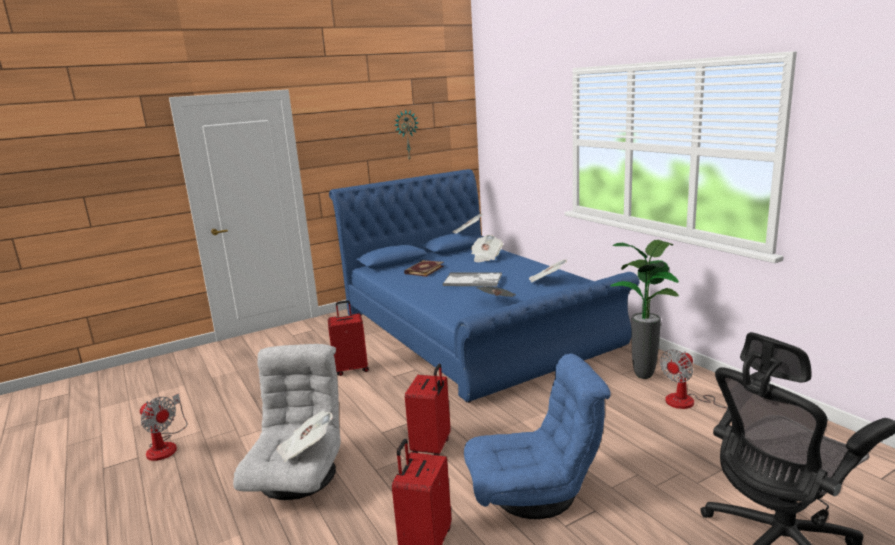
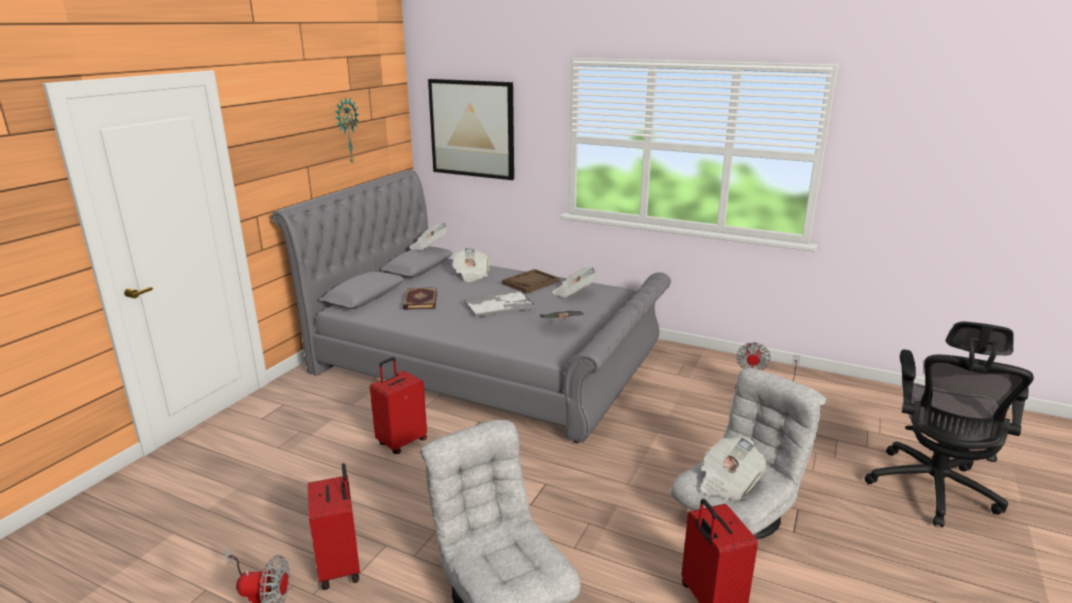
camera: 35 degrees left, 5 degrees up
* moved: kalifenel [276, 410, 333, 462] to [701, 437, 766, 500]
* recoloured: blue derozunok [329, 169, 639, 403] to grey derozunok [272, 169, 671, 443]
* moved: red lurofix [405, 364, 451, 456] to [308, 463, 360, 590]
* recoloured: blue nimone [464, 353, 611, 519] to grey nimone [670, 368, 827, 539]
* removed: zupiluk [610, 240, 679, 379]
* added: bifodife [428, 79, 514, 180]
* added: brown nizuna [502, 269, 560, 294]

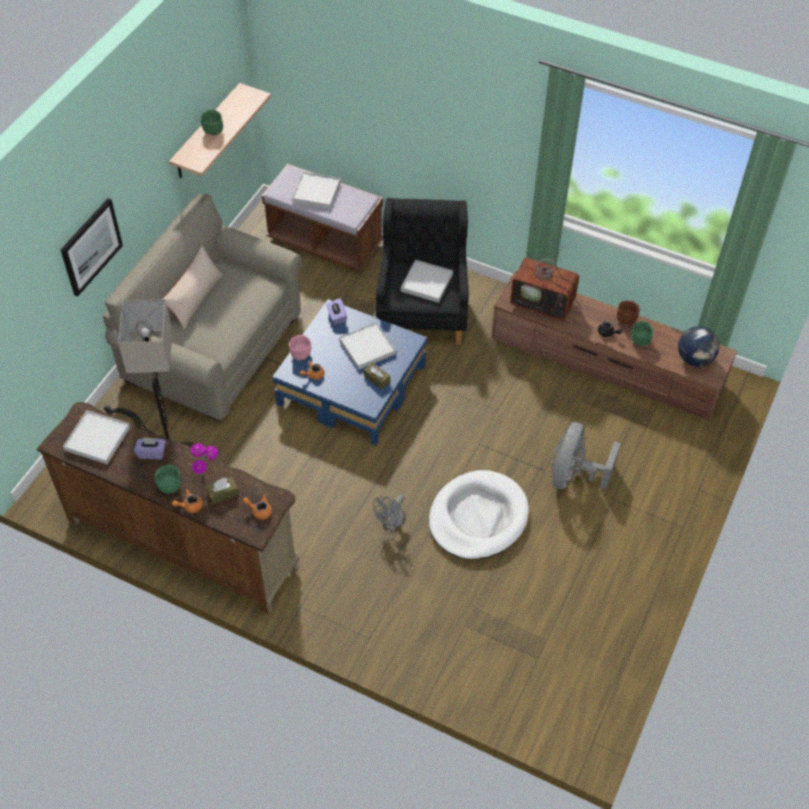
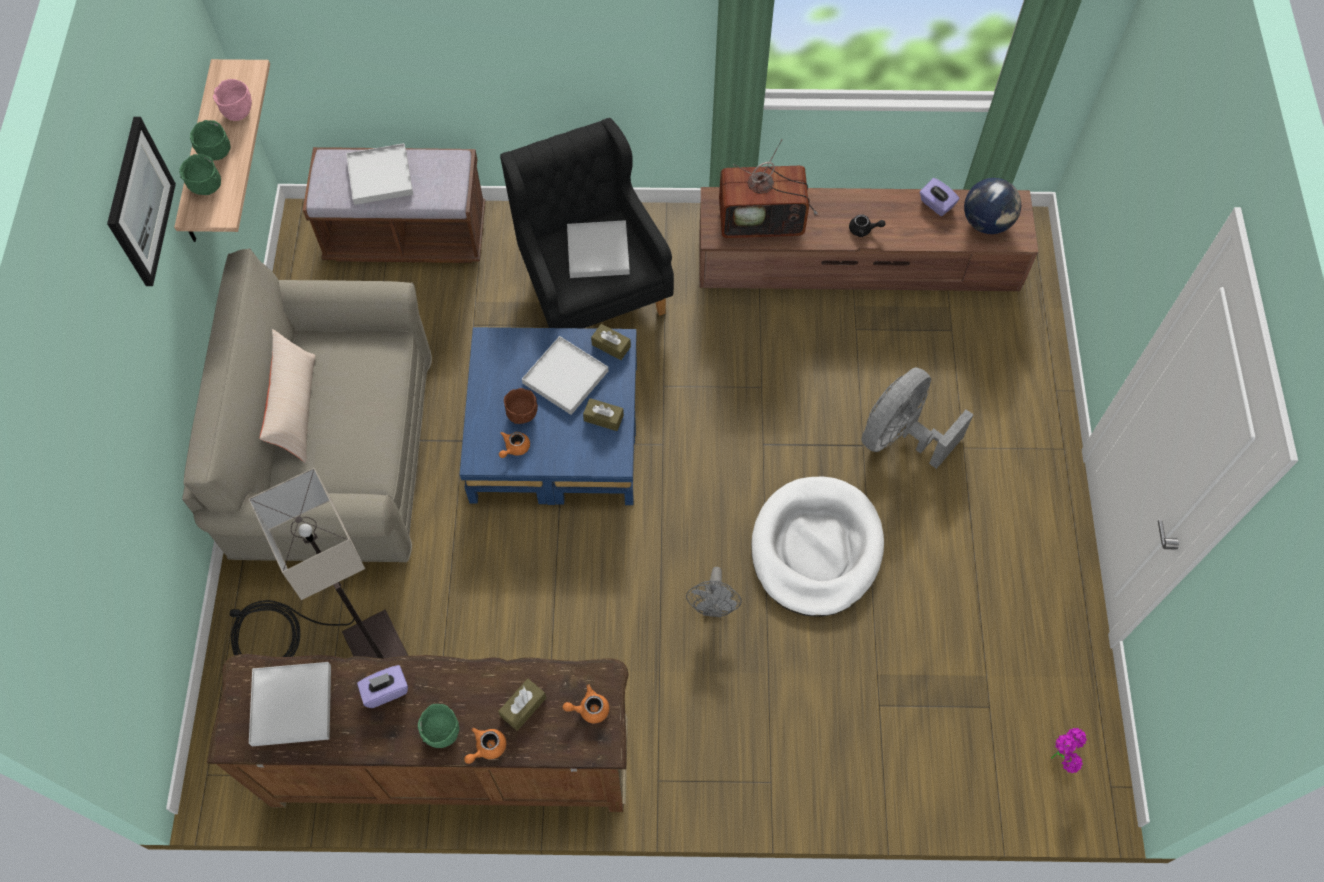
camera: 25 degrees left, 10 degrees up
* moved: bifodife [61, 198, 123, 296] to [107, 117, 176, 286]
* moved: zupiluk [191, 443, 218, 474] to [1051, 728, 1087, 773]
* moved: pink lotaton [289, 335, 311, 360] to [213, 79, 252, 121]
* moved: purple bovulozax [327, 298, 347, 325] to [919, 178, 959, 216]
* turned: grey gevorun [551, 422, 621, 489] = [861, 367, 974, 469] 45 degrees clockwise
* moved: brown lotaton [617, 300, 640, 324] to [504, 388, 538, 424]
* moved: green lotaton [631, 321, 653, 346] to [179, 154, 221, 195]
* added: brown bovulozax [591, 324, 631, 360]

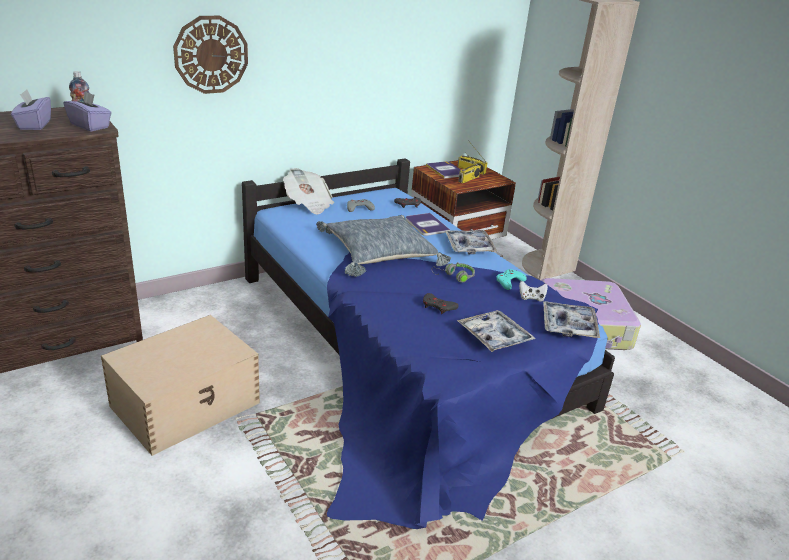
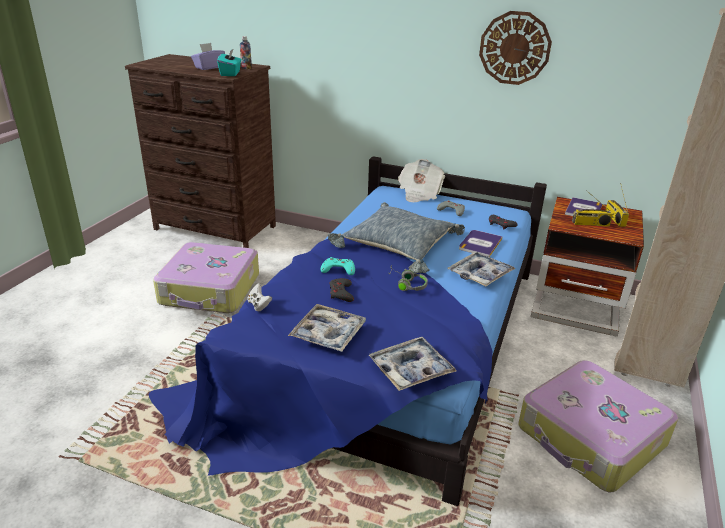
camera: 55 degrees right, 0 degrees up
* recoloured: purple bovulozax [63, 91, 112, 131] to turquoise bovulozax [217, 48, 241, 76]
* replaced: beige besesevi [101, 315, 260, 456] to lurofix [153, 242, 259, 313]
* moved: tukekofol [173, 16, 248, 94] to [479, 11, 552, 85]
* moved: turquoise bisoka [496, 269, 527, 290] to [321, 257, 355, 275]
* moved: white bisoka [519, 281, 548, 302] to [247, 283, 272, 311]

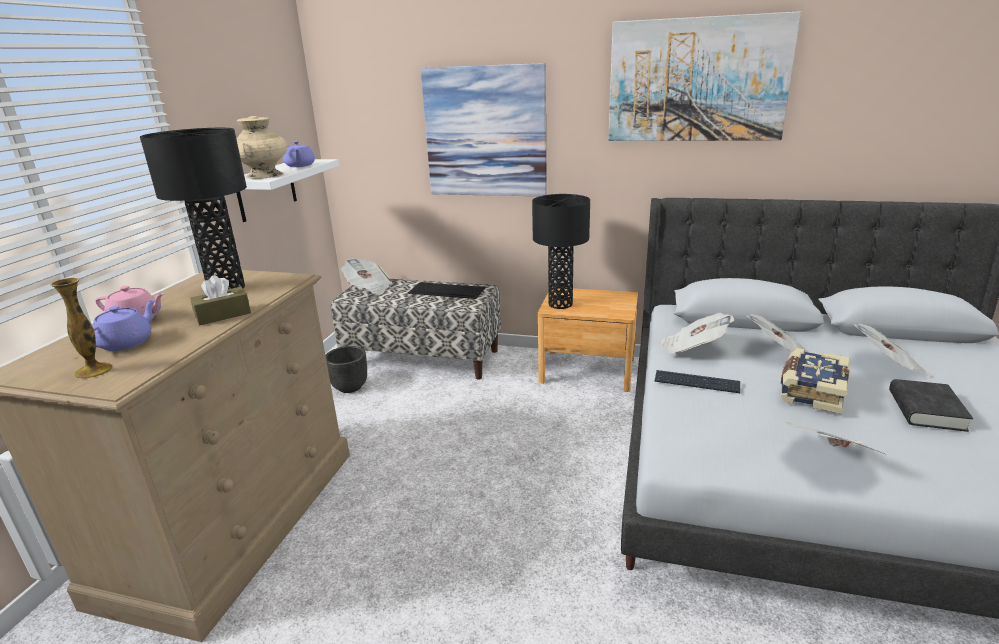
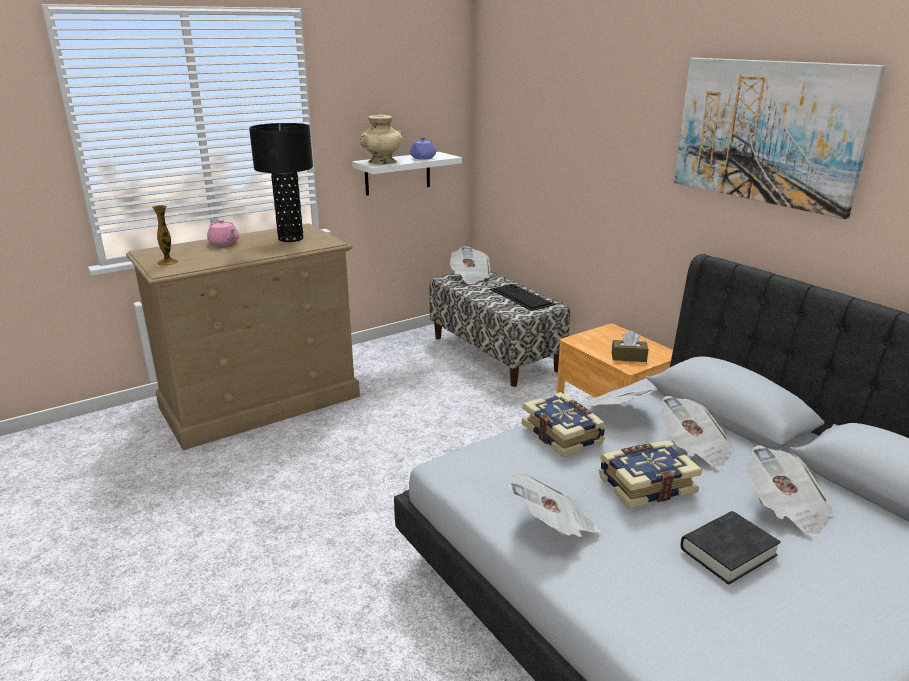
camera: 40 degrees right, 0 degrees up
* removed: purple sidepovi [92, 299, 156, 351]
* moved: brown bovulozax [190, 275, 251, 325] to [612, 331, 648, 362]
* removed: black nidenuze [325, 346, 367, 393]
* removed: bifodife [420, 63, 547, 196]
* removed: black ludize [532, 194, 590, 309]
* replaced: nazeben [654, 370, 740, 393] to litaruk [522, 392, 606, 457]

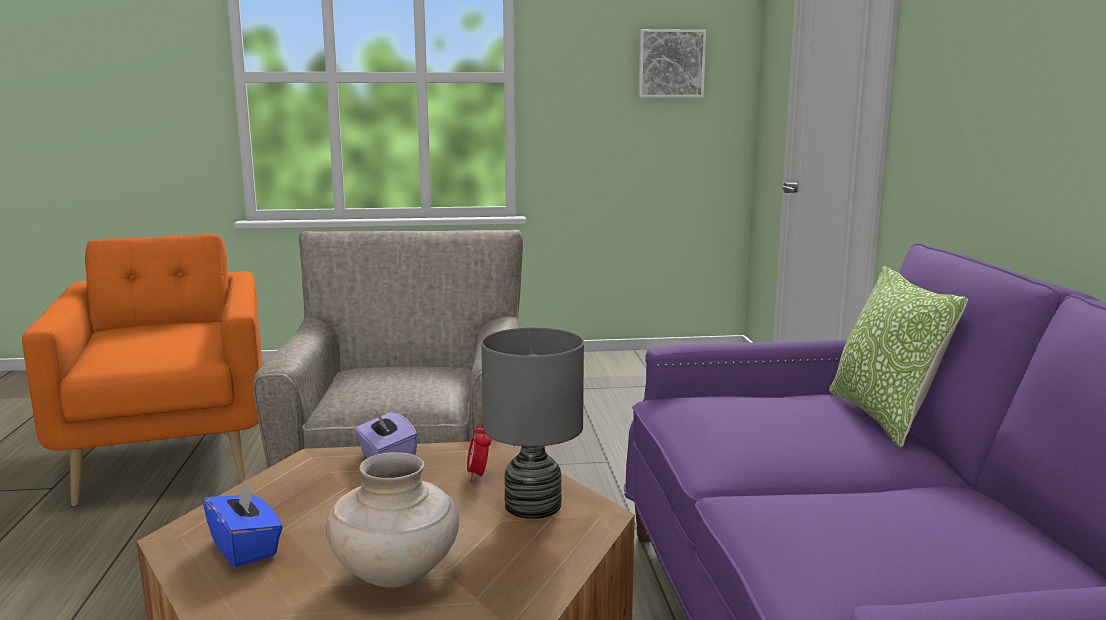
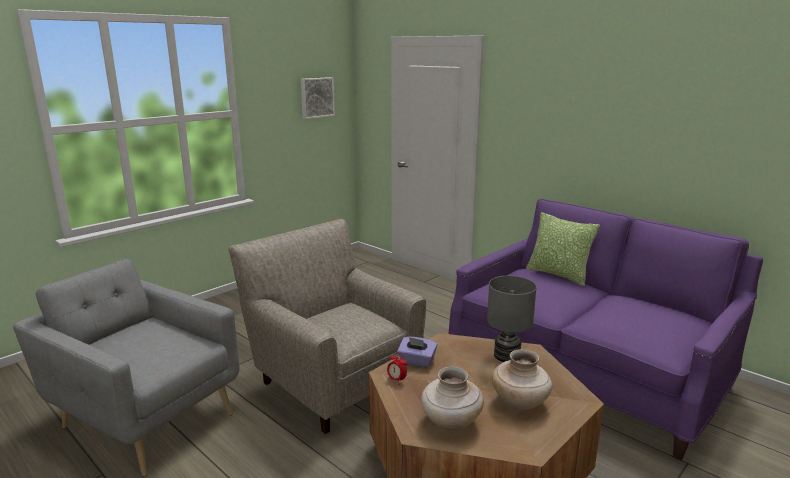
camera: 40 degrees left, 5 degrees up
* recoloured: orange nimone [22, 234, 262, 507] to grey nimone [13, 259, 239, 477]
* replaced: blue bovulozax [203, 478, 283, 567] to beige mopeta [421, 367, 484, 430]
* moved: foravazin [467, 425, 491, 481] to [387, 352, 407, 385]

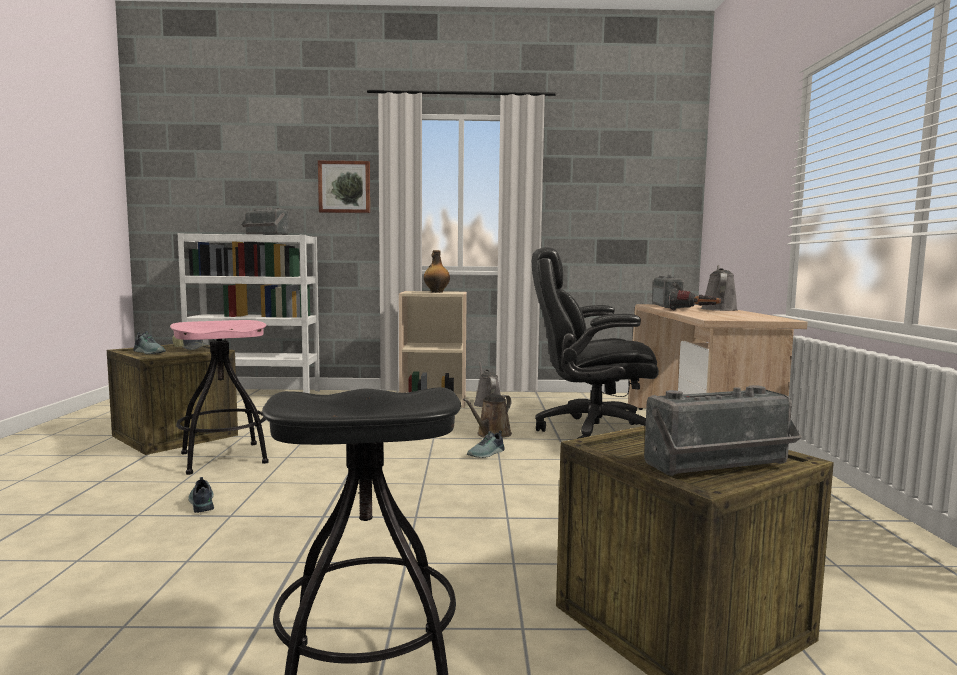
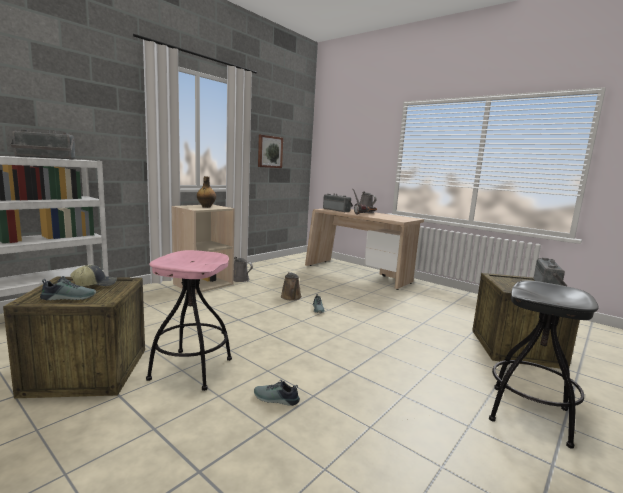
camera: 50 degrees left, 5 degrees up
* moved: bifodife [318, 160, 370, 213] to [258, 135, 283, 168]
* removed: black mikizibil [532, 247, 659, 439]

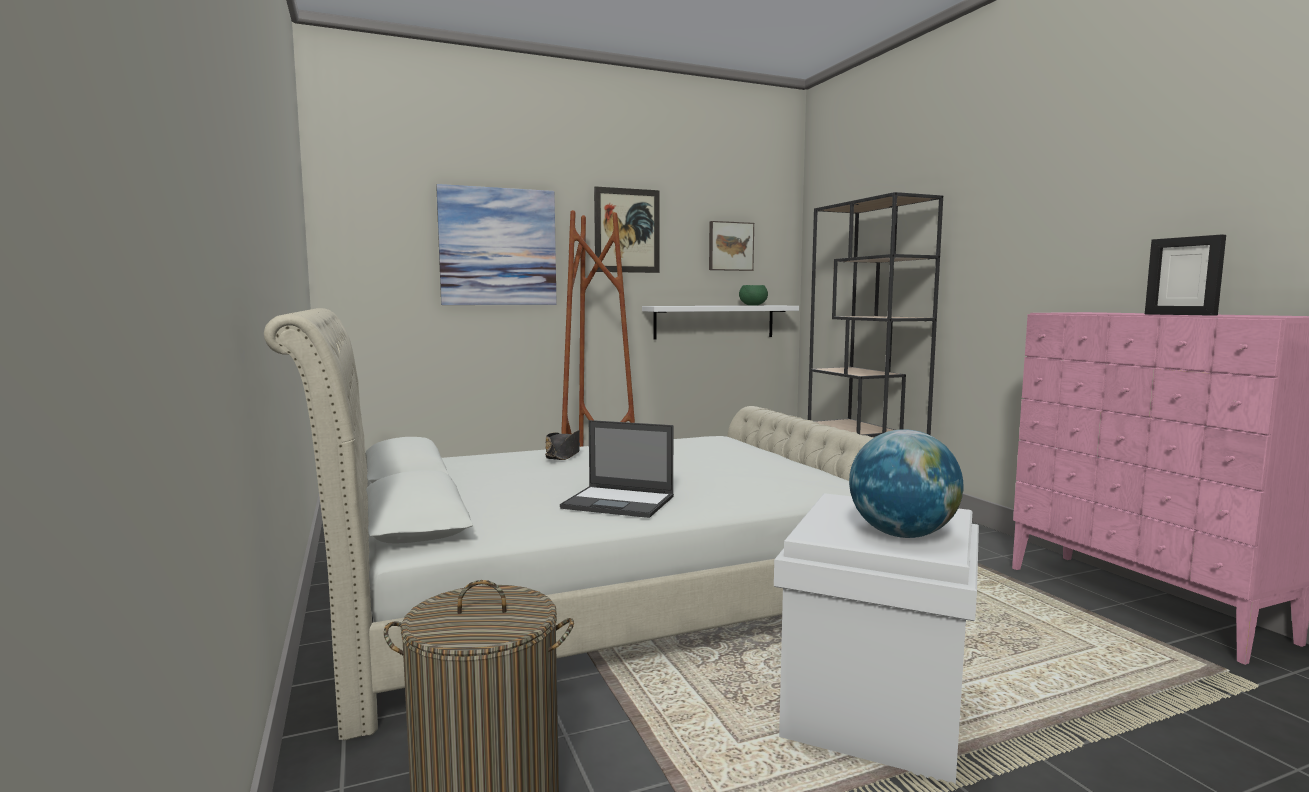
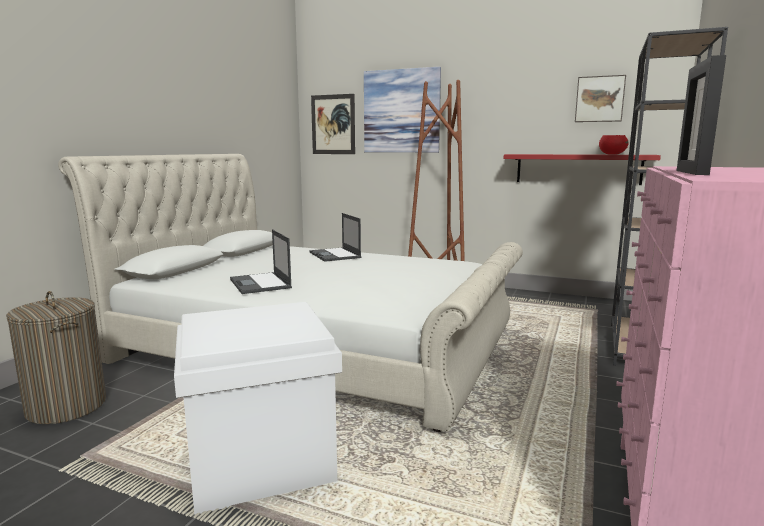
camera: 45 degrees right, 5 degrees up
* replaced: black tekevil [545, 430, 580, 460] to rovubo [309, 213, 361, 262]
* moved: bifodife [594, 186, 660, 273] to [311, 94, 355, 154]
* recoloured: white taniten [642, 306, 799, 340] to red taniten [504, 154, 661, 185]
* recoloured: green lotaton [739, 285, 768, 306] to red lotaton [599, 135, 629, 155]
* removed: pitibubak [849, 429, 964, 538]

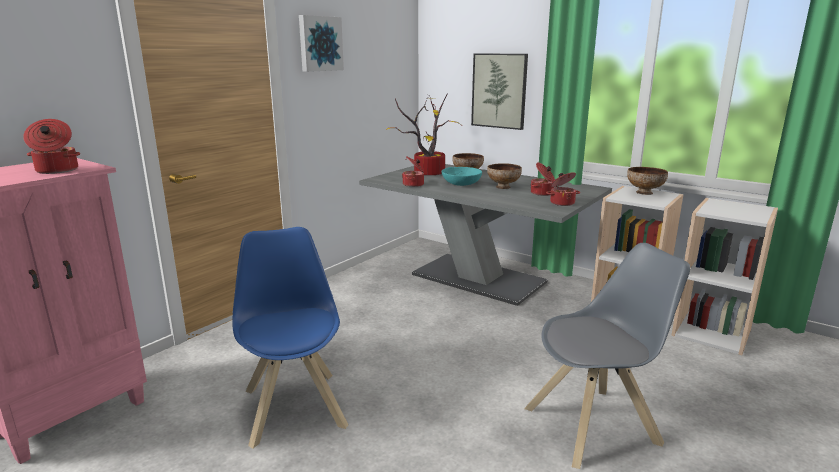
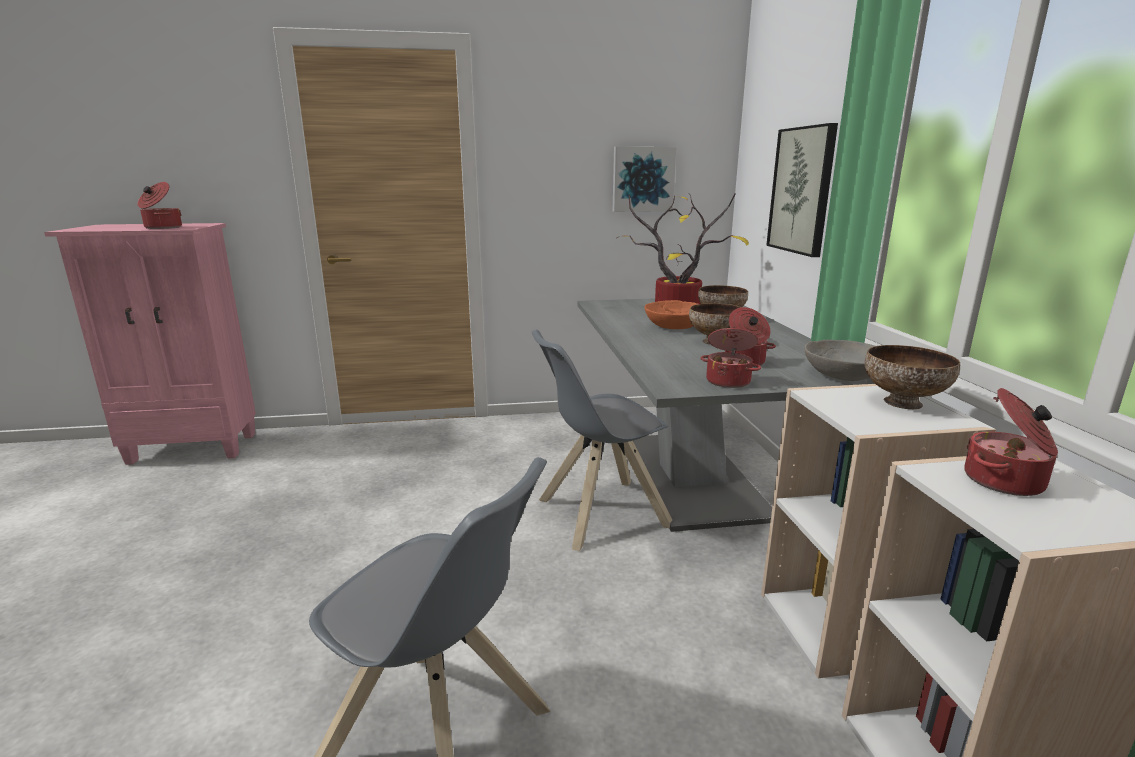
camera: 45 degrees right, 0 degrees up
* removed: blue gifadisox [232, 227, 349, 449]
* moved: bifodife [299, 15, 344, 72] to [613, 147, 676, 212]
* moved: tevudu [402, 156, 424, 187] to [964, 388, 1058, 496]
* recoloured: turquoise lotaton [441, 167, 482, 186] to orange lotaton [644, 300, 697, 329]
* added: grey gifadisox [531, 330, 672, 551]
* added: grey lotaton [804, 339, 874, 381]

